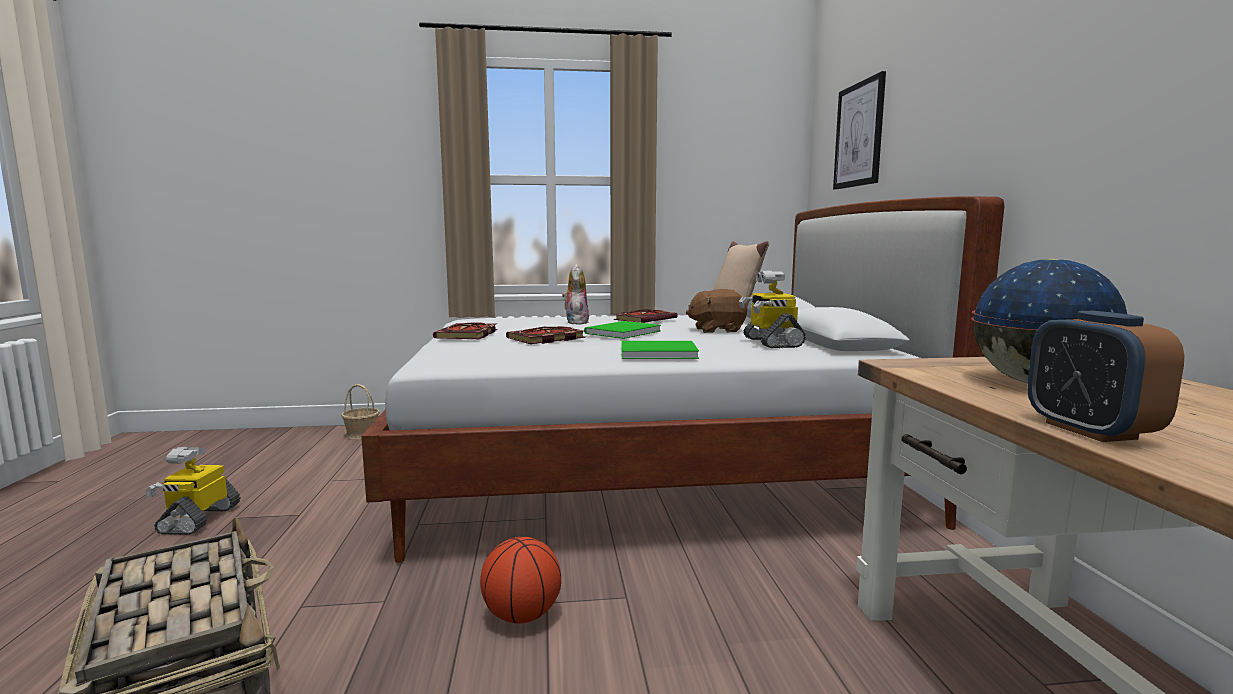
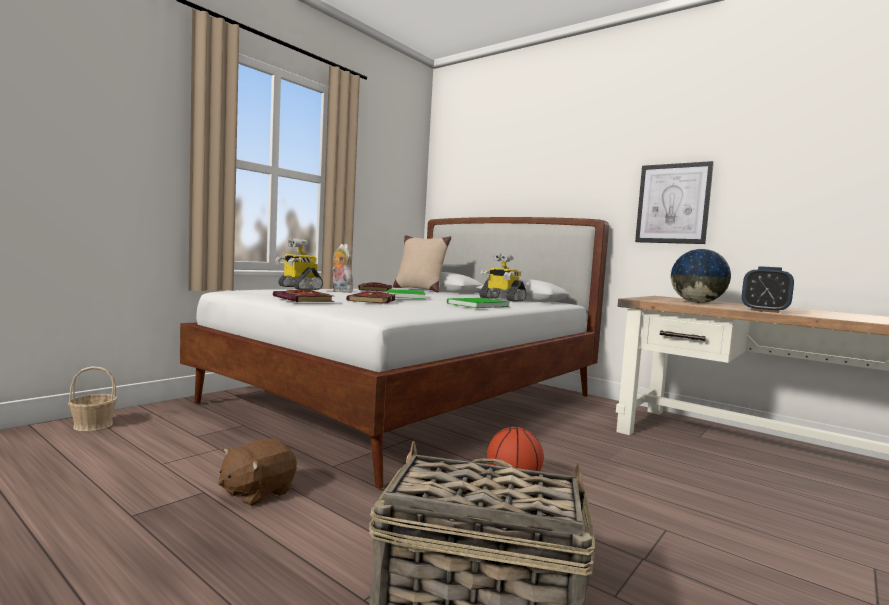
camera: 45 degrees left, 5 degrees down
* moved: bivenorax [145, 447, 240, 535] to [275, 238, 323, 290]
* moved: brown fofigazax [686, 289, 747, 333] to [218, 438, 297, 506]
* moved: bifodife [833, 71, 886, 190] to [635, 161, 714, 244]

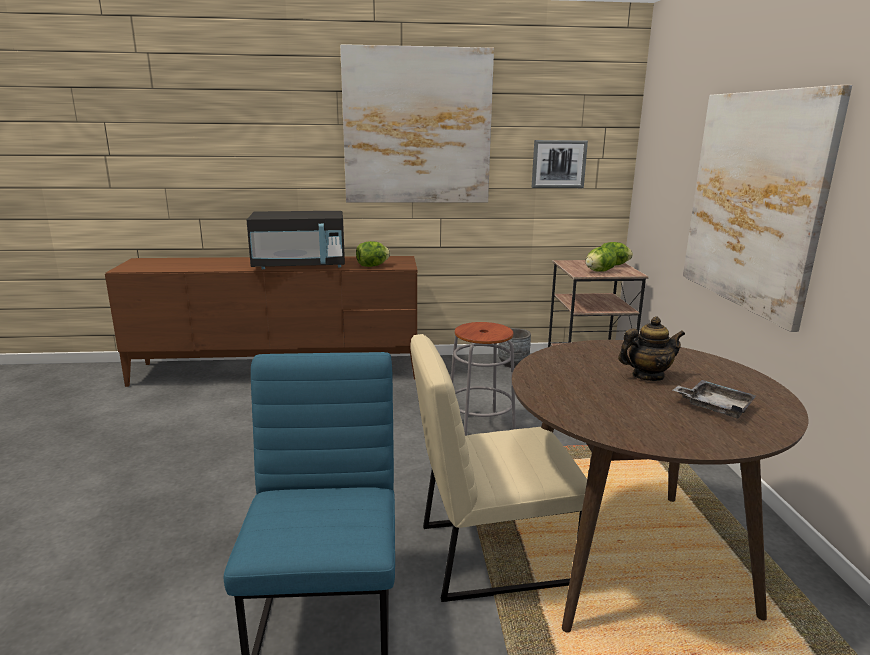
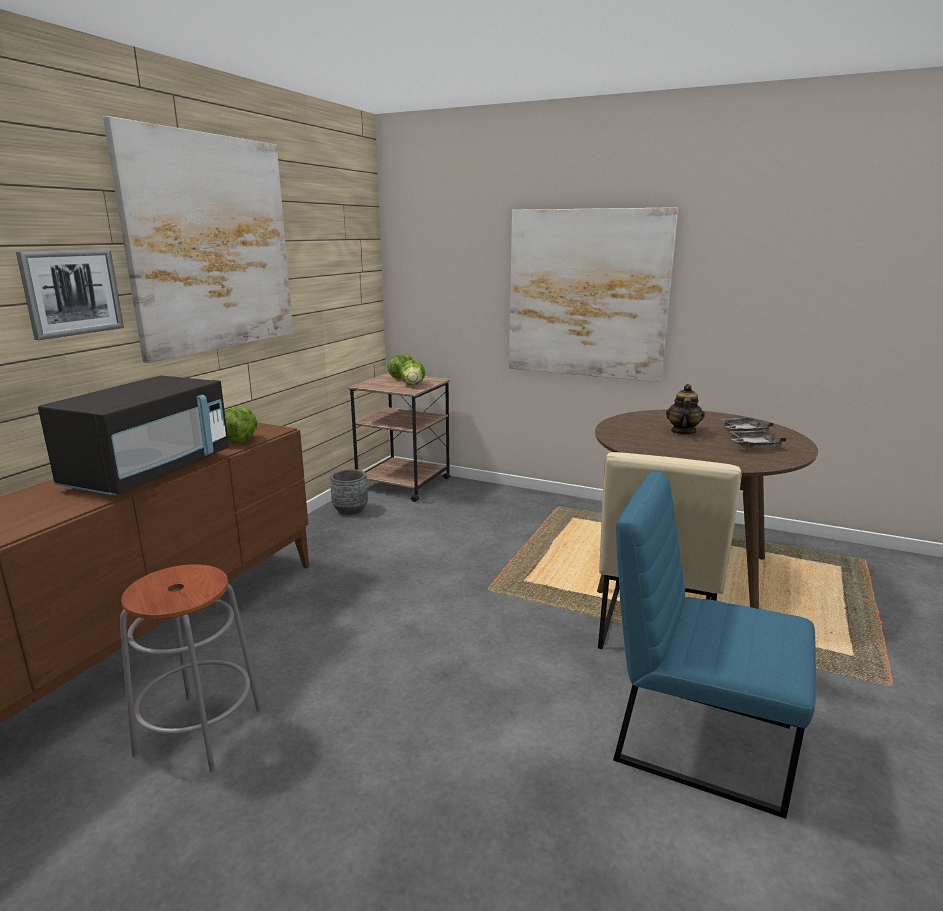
camera: 60 degrees left, 0 degrees up
* moved: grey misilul [451, 322, 516, 436] to [120, 564, 262, 773]
* moved: bifodife [532, 140, 588, 188] to [16, 249, 124, 340]
* added: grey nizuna [729, 430, 787, 448]

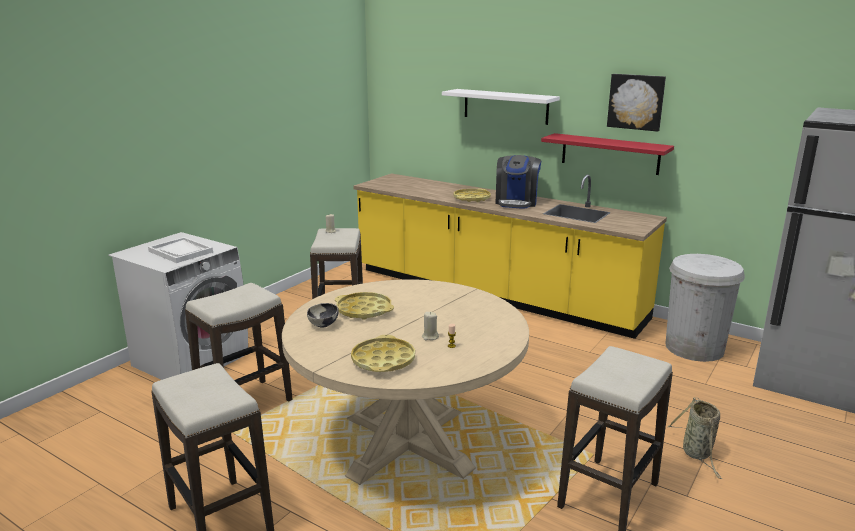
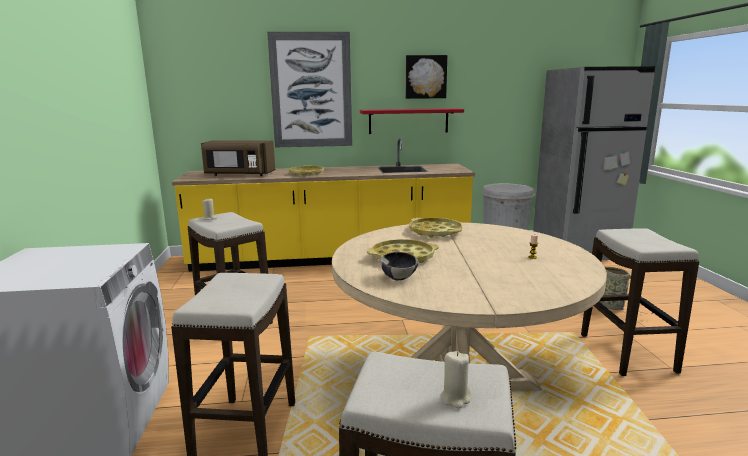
camera: 40 degrees left, 5 degrees down
* removed: white nizuna [148, 237, 213, 263]
* moved: yellow nizuna [351, 335, 415, 372] to [409, 218, 462, 238]
* moved: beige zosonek [422, 312, 439, 340] to [441, 351, 471, 409]
* replaced: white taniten [442, 89, 560, 125] to bifodife [267, 32, 352, 147]
* removed: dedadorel [495, 155, 542, 209]
* added: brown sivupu [201, 140, 275, 176]

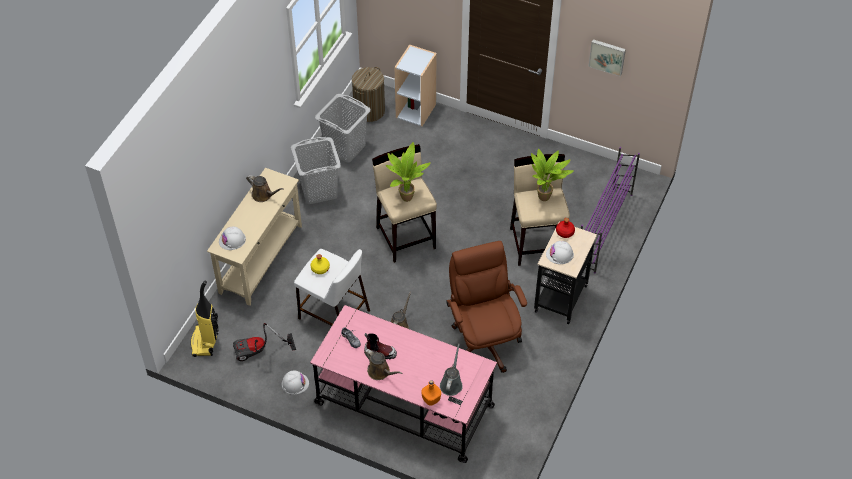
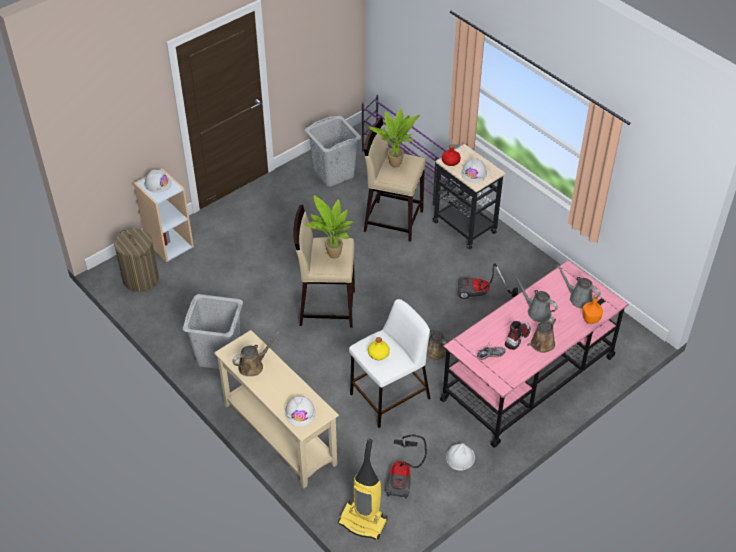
camera: 65 degrees left, 5 degrees down
* moved: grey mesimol [315, 94, 371, 163] to [305, 116, 361, 187]
* turned: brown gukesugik [364, 349, 402, 380] = [528, 317, 556, 353] 150 degrees clockwise
* replaced: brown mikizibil [446, 241, 527, 373] to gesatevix [458, 263, 518, 299]
* removed: bifodife [588, 39, 626, 77]
* added: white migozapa [144, 169, 172, 193]
* added: grey gukesugik [515, 276, 558, 322]

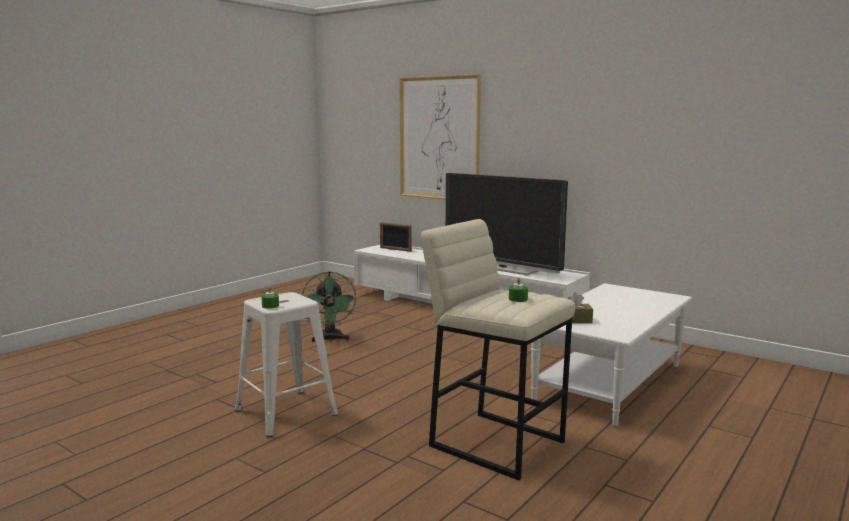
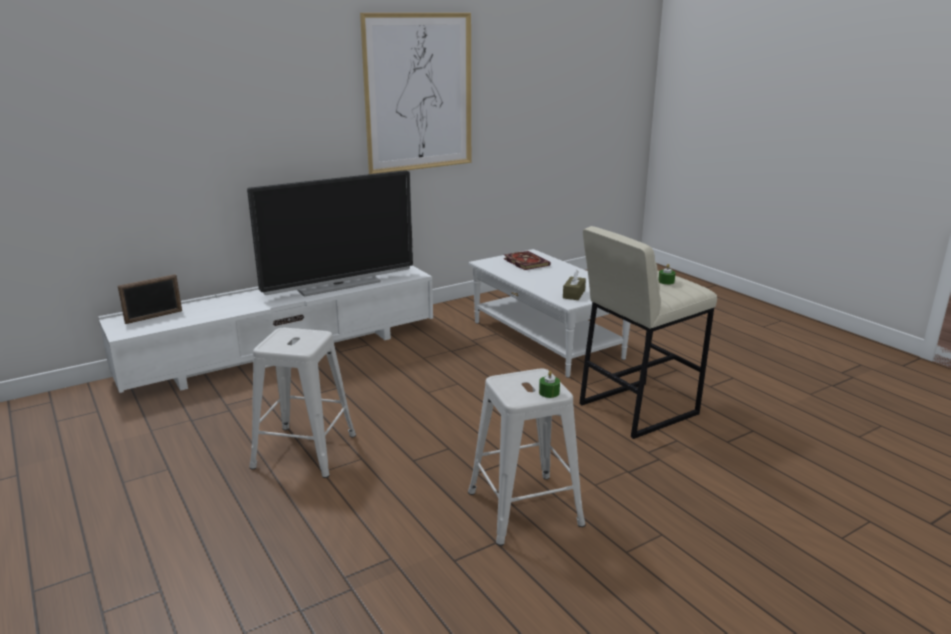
camera: 70 degrees left, 10 degrees up
* replaced: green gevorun [302, 271, 356, 342] to white misilul [249, 328, 356, 478]
* moved: bifodife [399, 74, 481, 199] to [360, 13, 471, 174]
* added: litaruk [503, 251, 551, 270]

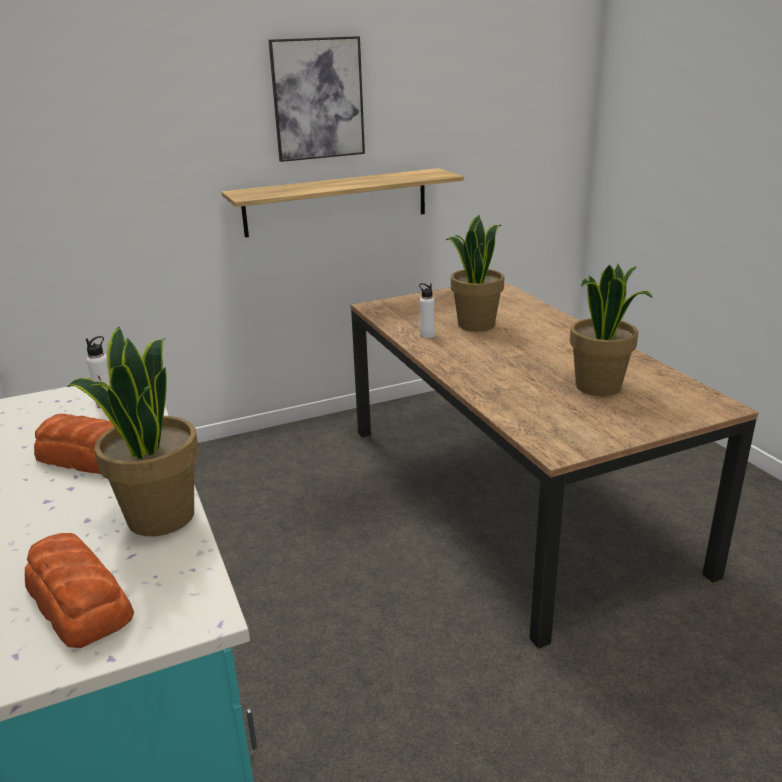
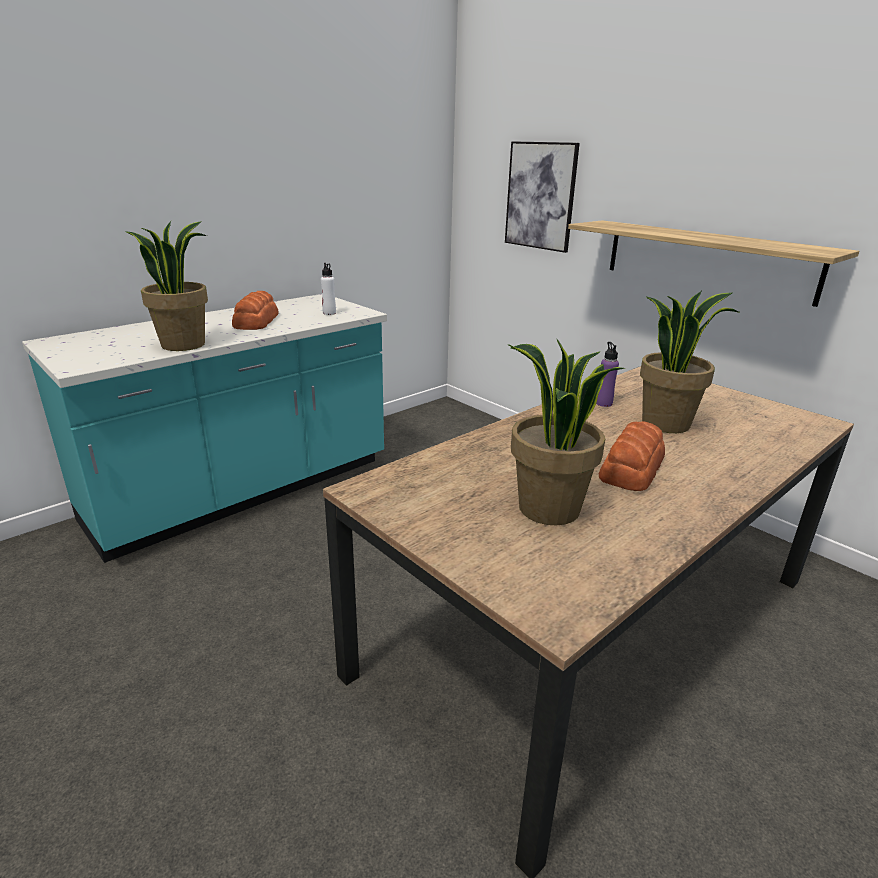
camera: 70 degrees right, 0 degrees up
* moved: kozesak [25, 533, 134, 648] to [599, 421, 665, 491]
* moved: bifodife [268, 36, 365, 162] to [505, 141, 580, 253]
* recoloured: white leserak [419, 283, 435, 338] to purple leserak [596, 342, 619, 407]

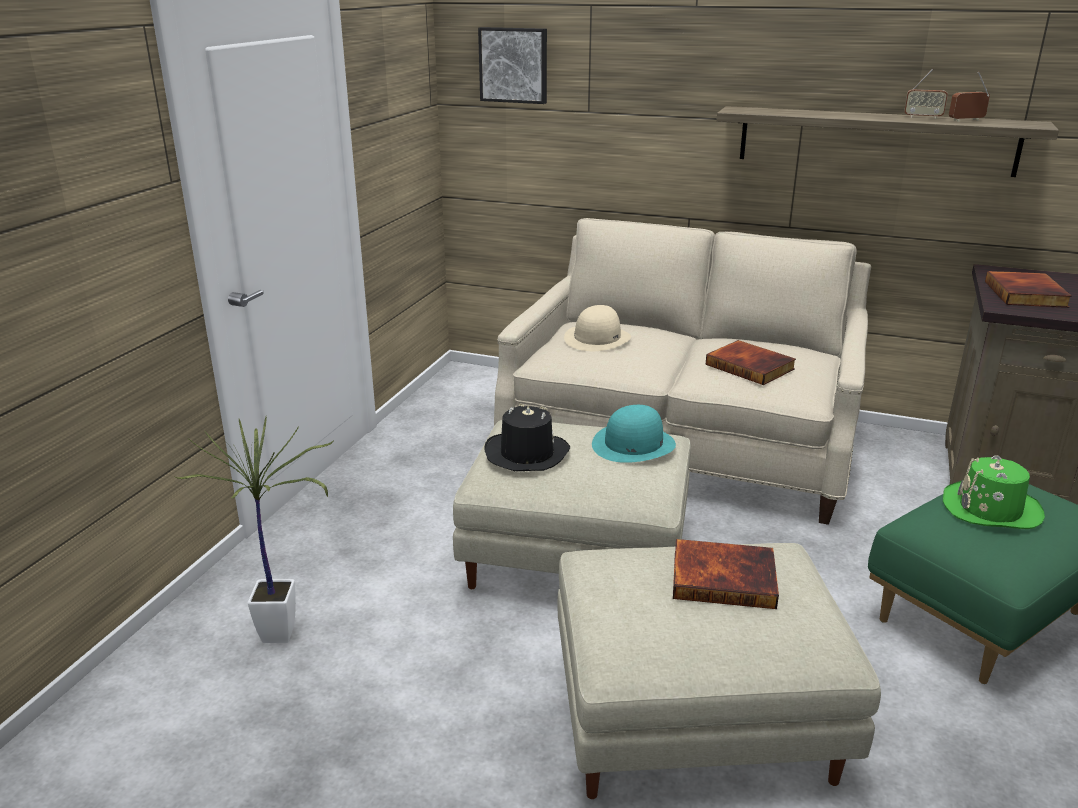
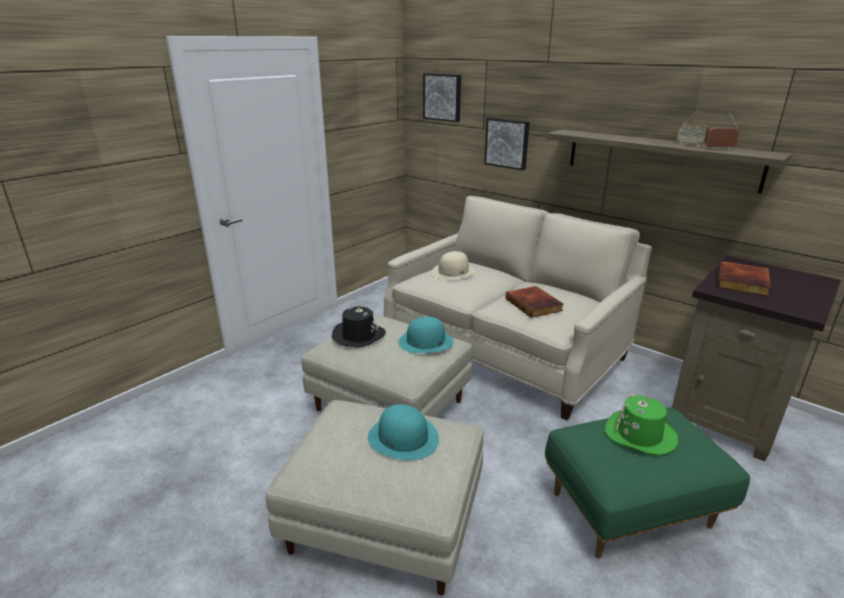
camera: 20 degrees right, 0 degrees up
* removed: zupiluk [174, 417, 334, 643]
* replaced: litaruk [673, 539, 779, 609] to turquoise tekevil [368, 404, 439, 460]
* added: bifodife [484, 118, 529, 170]

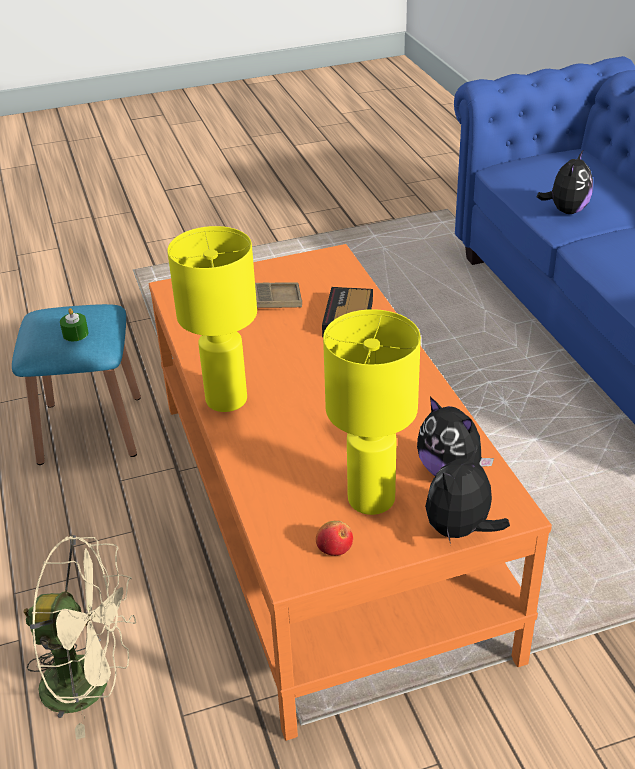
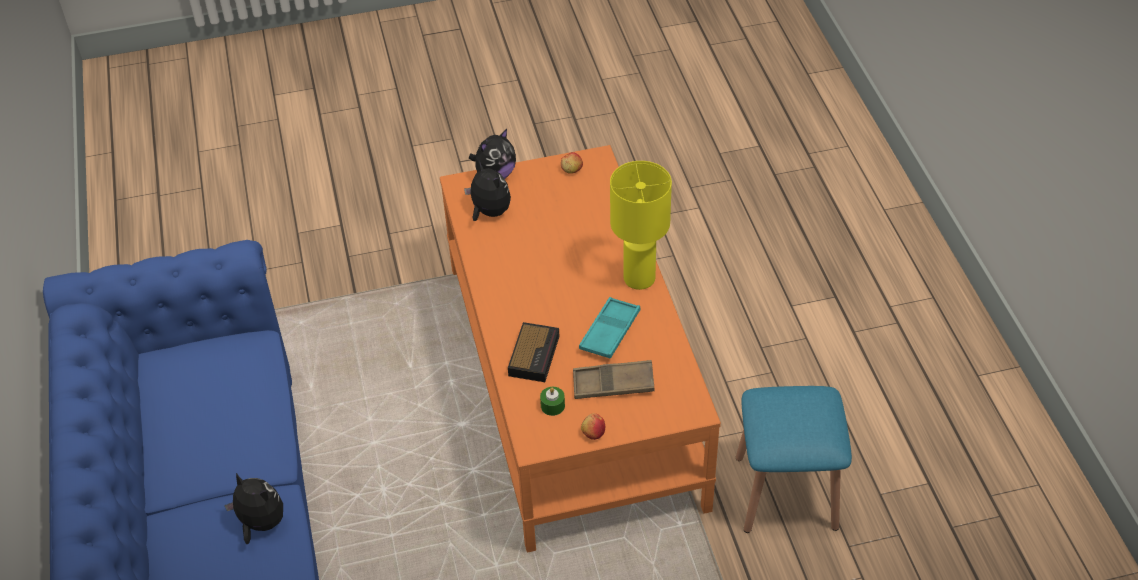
camera: 175 degrees left, 10 degrees up
* removed: beige gevorun [24, 535, 136, 740]
* moved: green zosonek [60, 308, 89, 341] to [540, 387, 565, 416]
* removed: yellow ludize [323, 309, 421, 515]
* turned: fofigazax [537, 151, 593, 214] = [224, 473, 283, 544] 90 degrees clockwise
* added: turquoise nizuna [579, 297, 640, 359]
* added: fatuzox [581, 413, 605, 440]

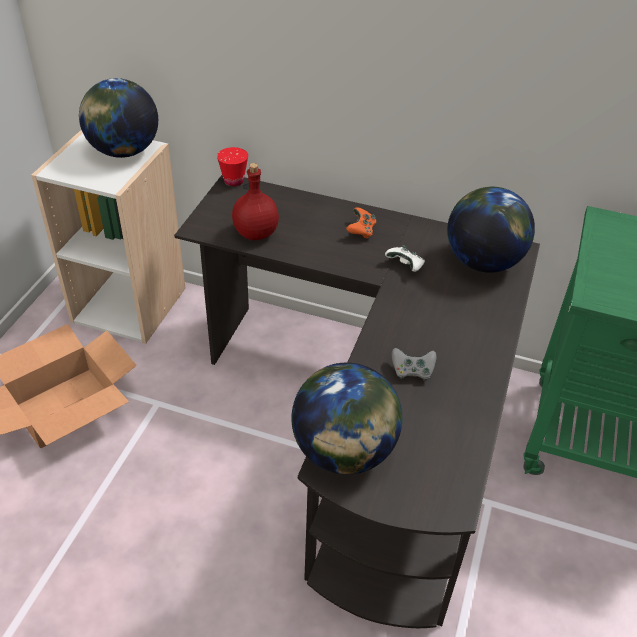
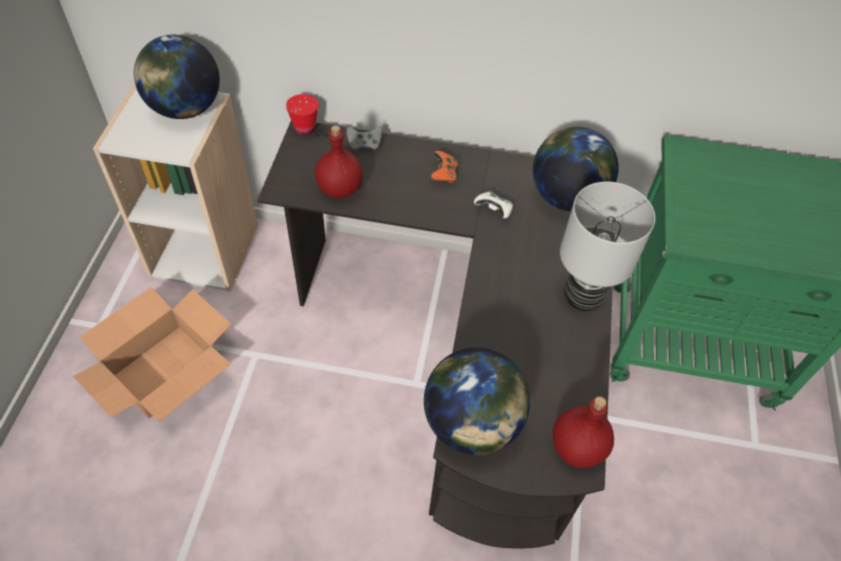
camera: 10 degrees left, 10 degrees up
* moved: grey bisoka [392, 348, 436, 381] to [346, 126, 382, 151]
* added: red leserak [552, 396, 614, 468]
* added: grey ludize [560, 182, 655, 311]

